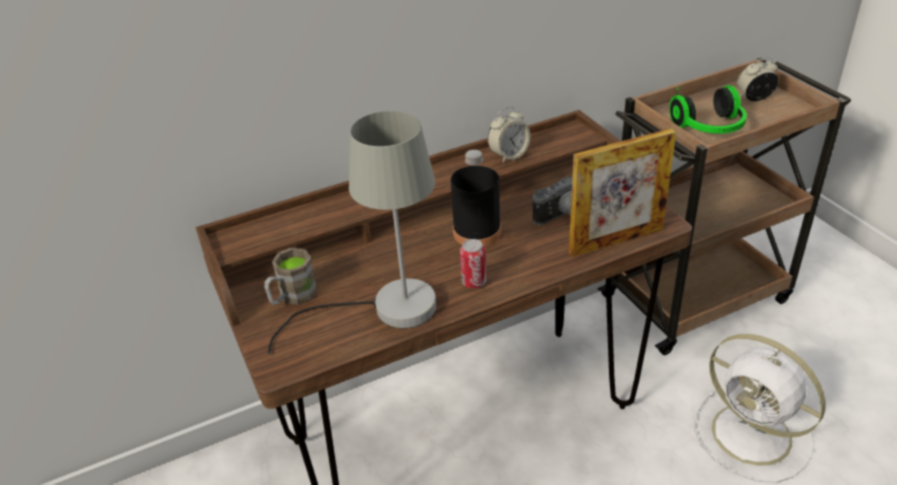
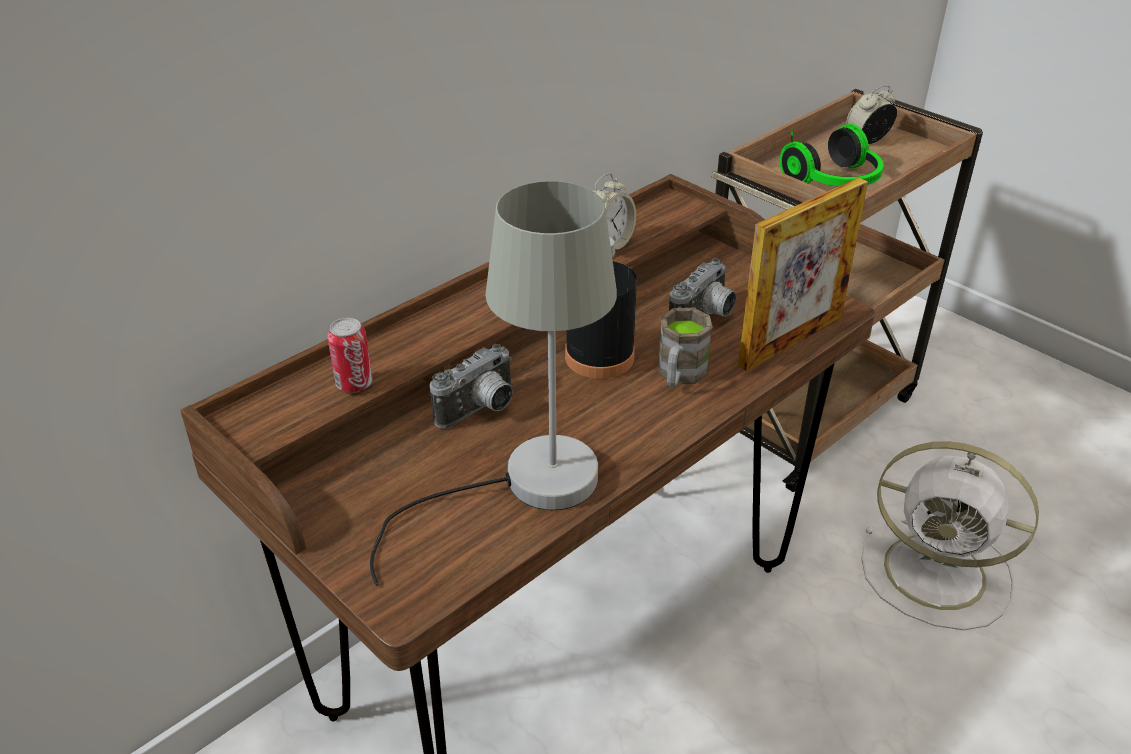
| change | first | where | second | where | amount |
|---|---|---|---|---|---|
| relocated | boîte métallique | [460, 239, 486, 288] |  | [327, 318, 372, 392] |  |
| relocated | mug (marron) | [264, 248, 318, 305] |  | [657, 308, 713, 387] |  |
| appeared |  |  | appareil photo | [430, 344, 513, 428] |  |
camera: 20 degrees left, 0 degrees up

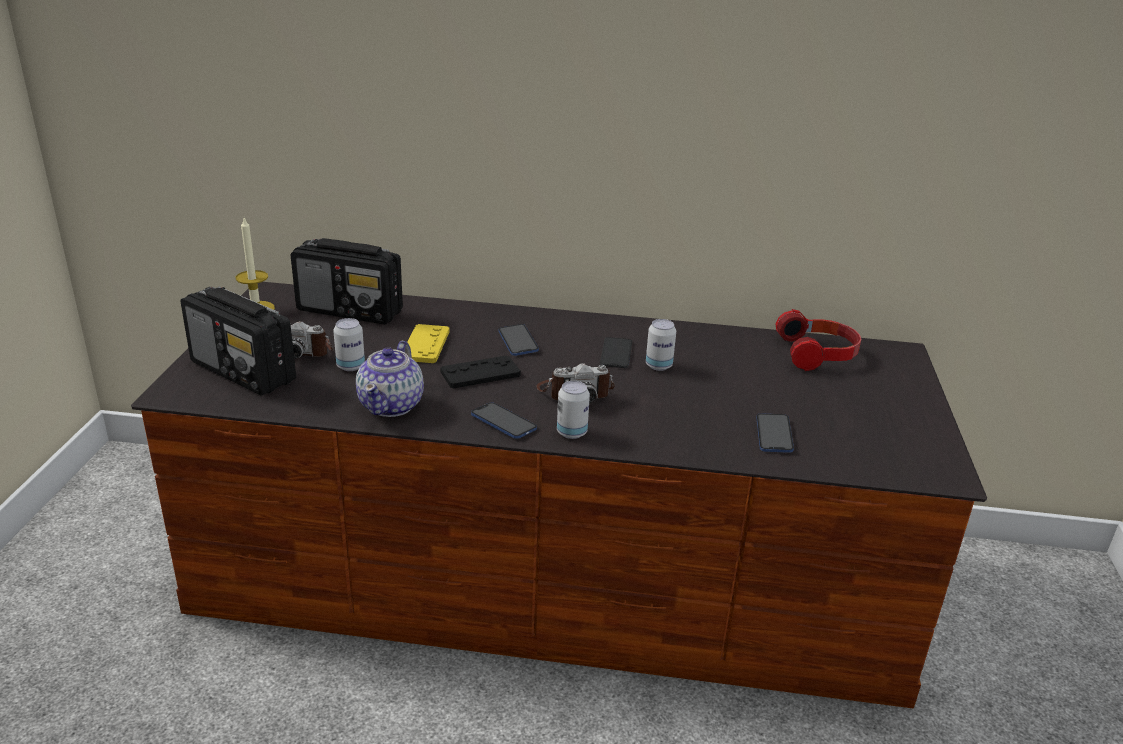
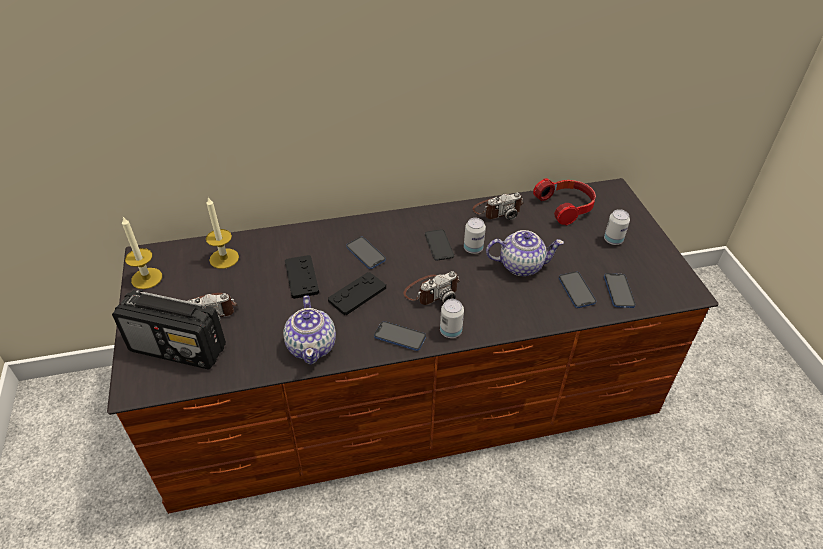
| change | first | where | second | where | amount |
|---|---|---|---|---|---|
| exchanged | radio | [291, 238, 403, 324] | bougie | [206, 197, 239, 269] |  |
| relocated | boîte métallique | [333, 318, 365, 371] |  | [604, 209, 630, 245] |  |
| colour | manette (jaune) | [407, 324, 450, 363] | manette (noir) | [285, 255, 319, 299] |  |
| appeared |  |  | appareil photo | [473, 193, 523, 220] |  |
| appeared |  |  | théière | [486, 230, 564, 276] |  |
| appeared |  |  | téléphone | [604, 273, 636, 308] |  |
camera: 20 degrees left, 15 degrees up

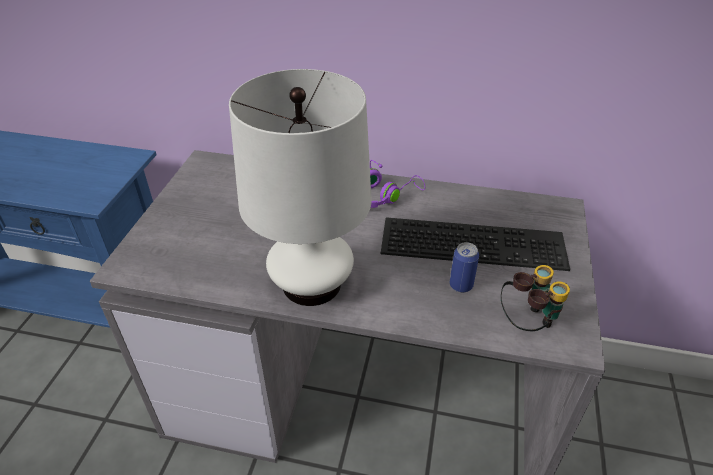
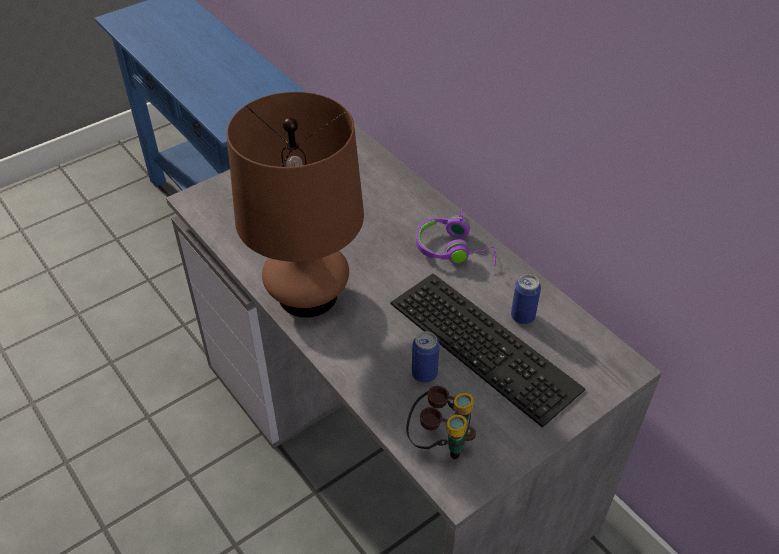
| change | first | where | second | where | amount |
|---|---|---|---|---|---|
| colour | lampe de table (blanc) | [229, 69, 372, 306] | lampe de table (marron) | [227, 92, 364, 318] |  |
| appeared |  |  | boîte métallique | [511, 274, 541, 324] |  |
camera: 40 degrees right, 5 degrees up

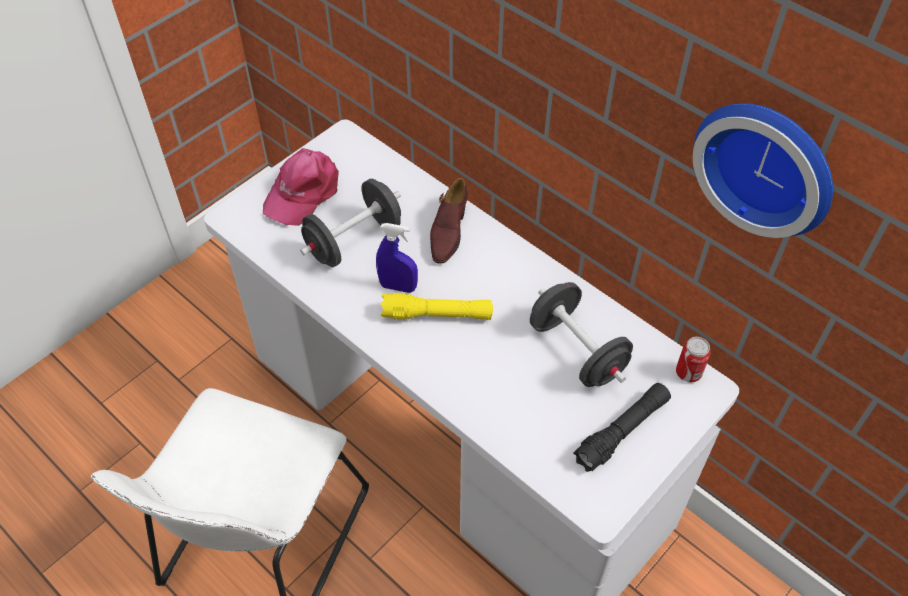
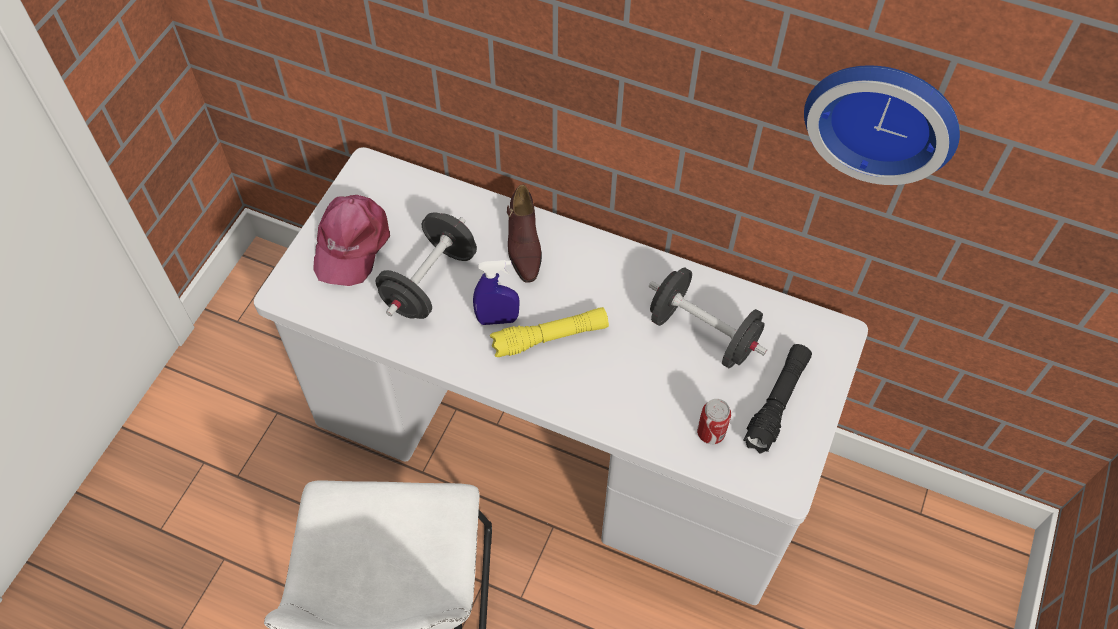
| change | first | where | second | where | amount |
|---|---|---|---|---|---|
| relocated | boîte métallique | [676, 337, 711, 382] |  | [697, 399, 731, 444] |  |
camera: 20 degrees left, 5 degrees up

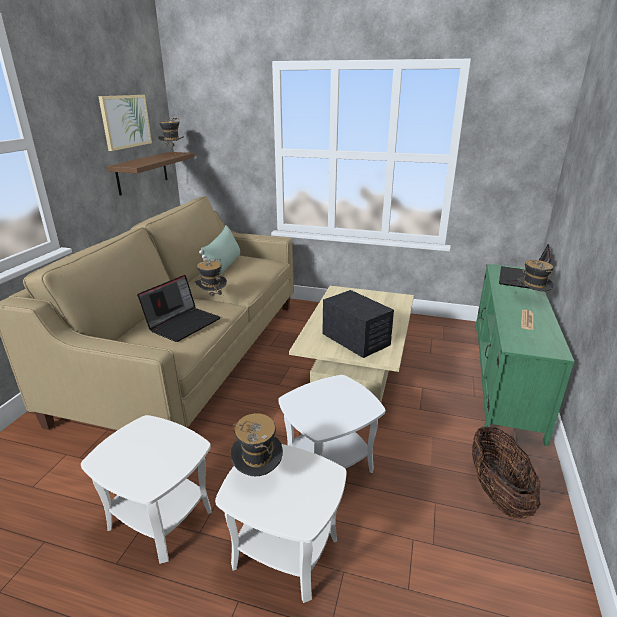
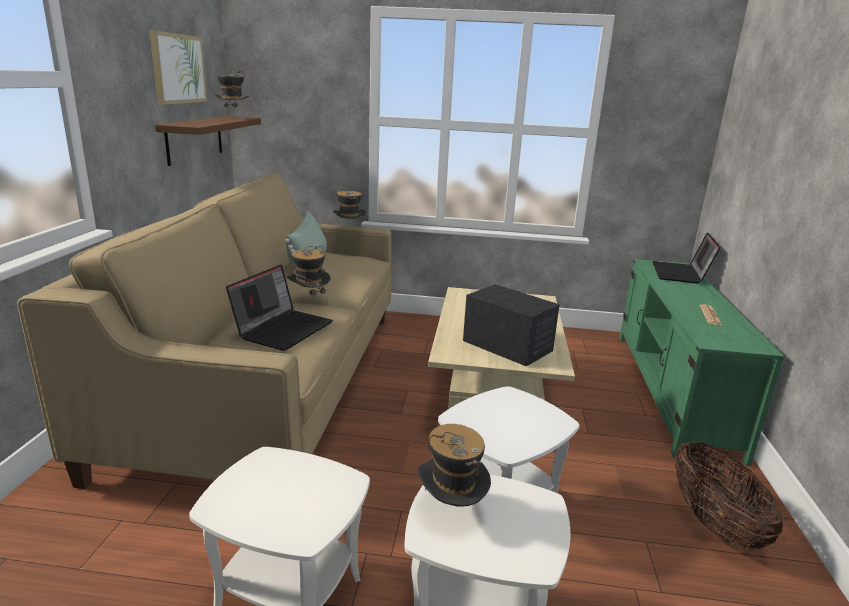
| change | first | where | second | where | amount |
|---|---|---|---|---|---|
| relocated | chapeau | [517, 260, 554, 291] |  | [333, 188, 366, 227] |  |
camera: 10 degrees left, 5 degrees down

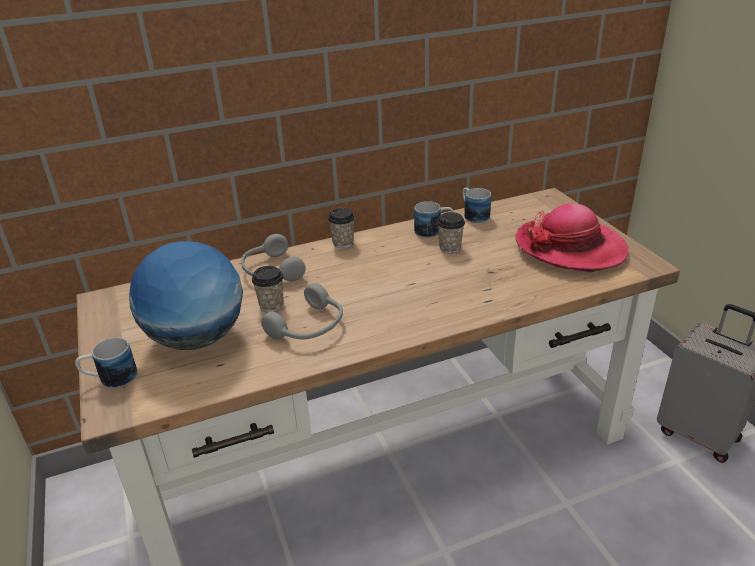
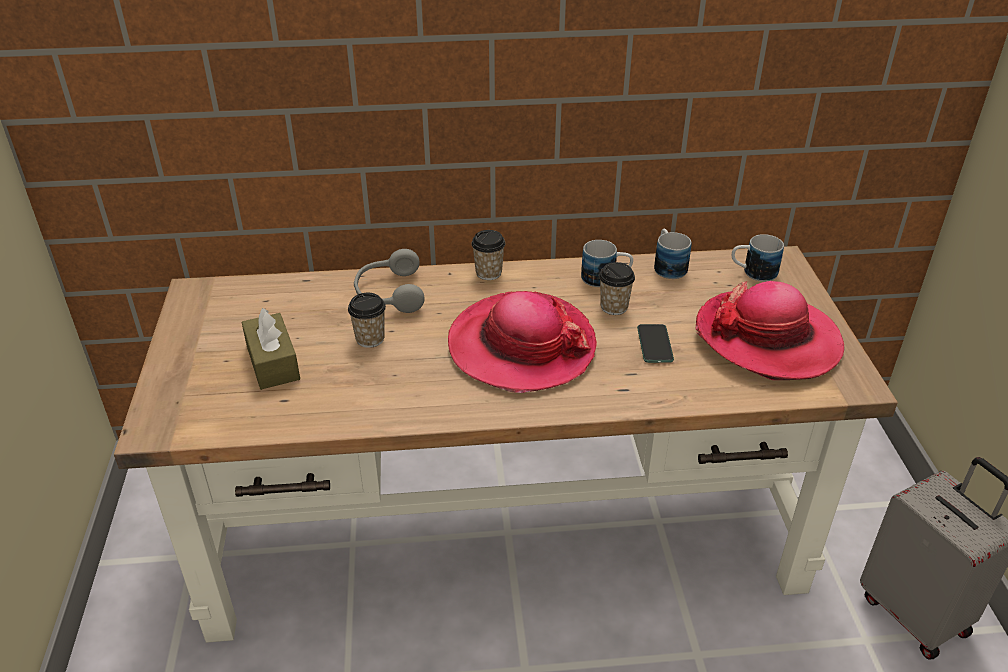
| change | first | where | second | where | amount |
|---|---|---|---|---|---|
| exchanged | globe | [129, 241, 243, 350] | boîte à mouchoirs (marron) | [241, 308, 300, 390] |  |
| missing | casque audio (gris) | [261, 283, 343, 339] |  |  |  |
| relocated | mug | [75, 337, 137, 388] |  | [732, 234, 784, 282] |  |
| appeared |  |  | chapeau | [448, 291, 597, 393] |  |
| appeared |  |  | téléphone | [637, 324, 674, 363] |  |
camera: 15 degrees right, 5 degrees up

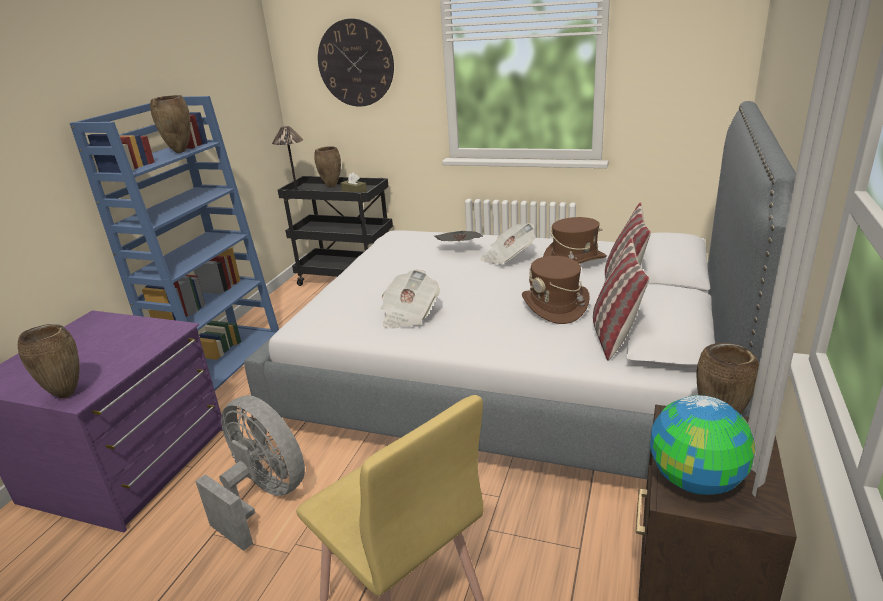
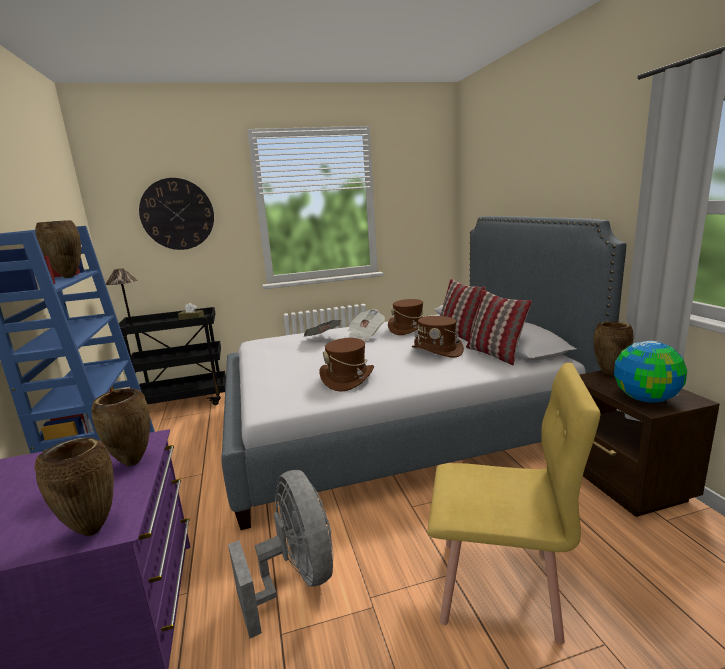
| change | first | where | second | where | amount |
|---|---|---|---|---|---|
| relocated | vase (marron) | [314, 146, 341, 188] |  | [91, 389, 150, 466] |  |
| exchanged | journal | [381, 270, 440, 329] | chapeau (marron) | [320, 338, 374, 392] |  |
| spun | ventilateur (gris) | [196, 395, 305, 551] |  | [228, 470, 333, 639] | 60 degrees clockwise |
camera: 35 degrees left, 10 degrees down

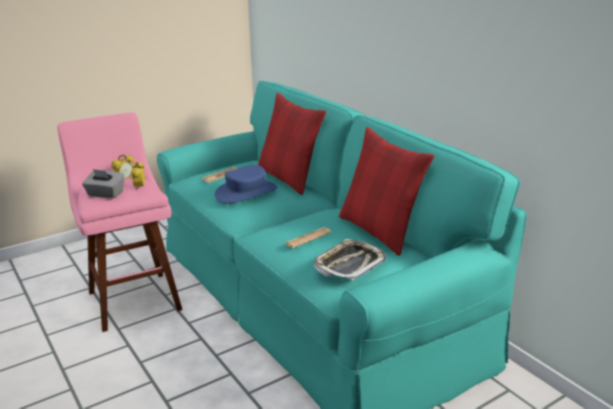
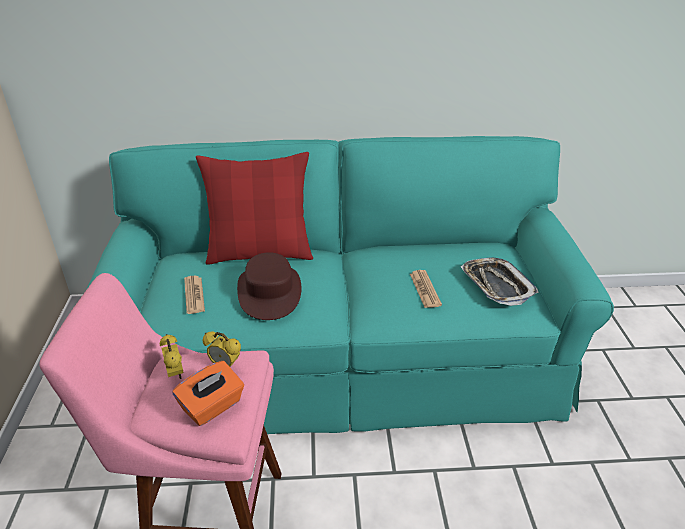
| change | first | where | second | where | amount |
|---|---|---|---|---|---|
| missing | coussin (rouge) | [339, 127, 434, 255] |  |  |  |
| colour | chapeau (bleu) | [215, 165, 277, 204] | chapeau (marron) | [237, 252, 301, 320] |  |
| colour | boîte à mouchoirs (gris) | [82, 169, 124, 198] | boîte à mouchoirs (orange) | [173, 361, 244, 426] |  |
camera: 60 degrees left, 10 degrees up

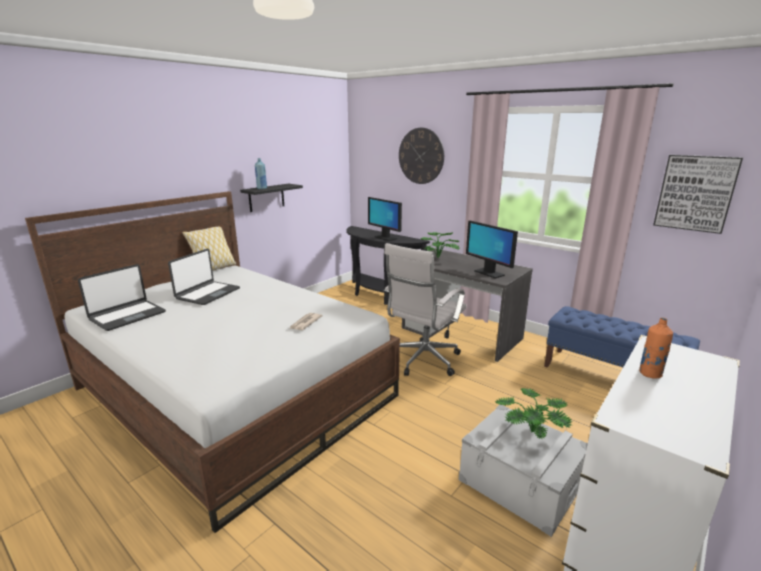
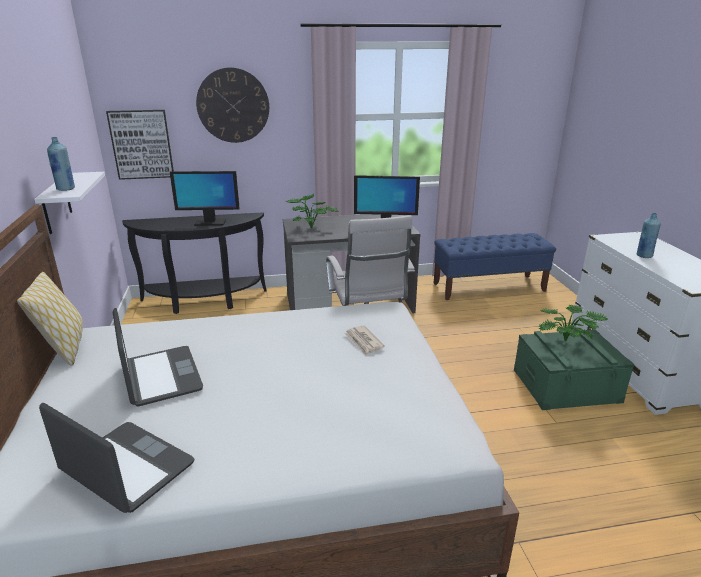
| change | first | where | second | where | amount |
|---|---|---|---|---|---|
| relocated | tableau | [653, 155, 743, 234] |  | [106, 110, 174, 180] |  |
| colour | étagère (noir) | [240, 184, 303, 212] | étagère (blanc) | [34, 172, 105, 234] |  |
| spun | ordinateur portable | [78, 264, 166, 331] |  | [39, 403, 194, 513] | 45 degrees counterclockwise |
| colour | bouteille (orange) | [639, 317, 673, 379] | bouteille (bleu) | [637, 213, 661, 258] |  |
| colour | boîte de rangement (gris) | [459, 405, 588, 537] | boîte de rangement (vert) | [514, 328, 635, 410] |  |
camera: 50 degrees left, 5 degrees up

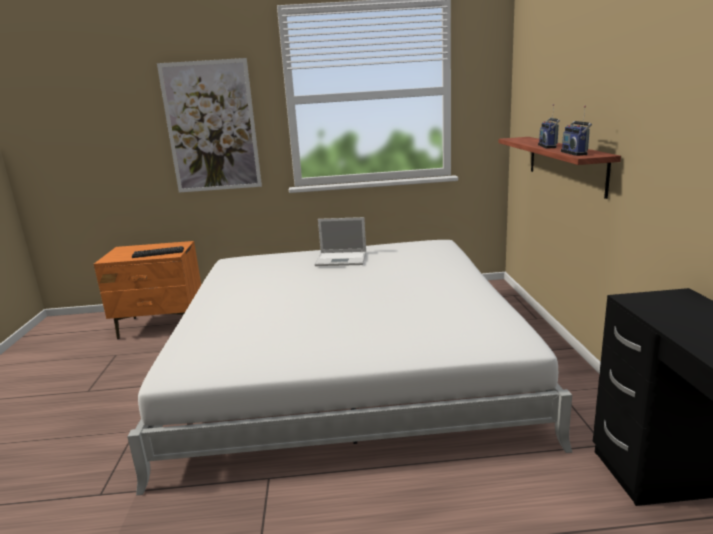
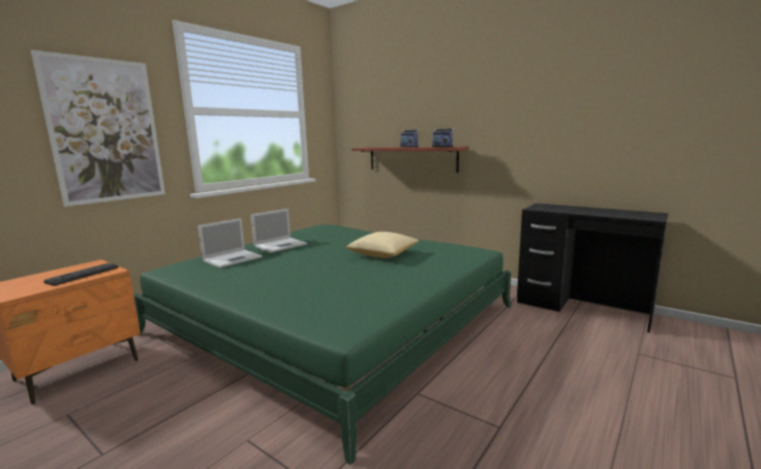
| change | first | where | second | where | amount |
|---|---|---|---|---|---|
| colour | lit (blanc) | [127, 240, 572, 495] | lit (vert) | [134, 224, 511, 465] |  |
| appeared |  |  | ordinateur portable | [198, 218, 262, 268] |  |
| appeared |  |  | coussin | [346, 232, 419, 258] |  |
camera: 50 degrees left, 5 degrees down

